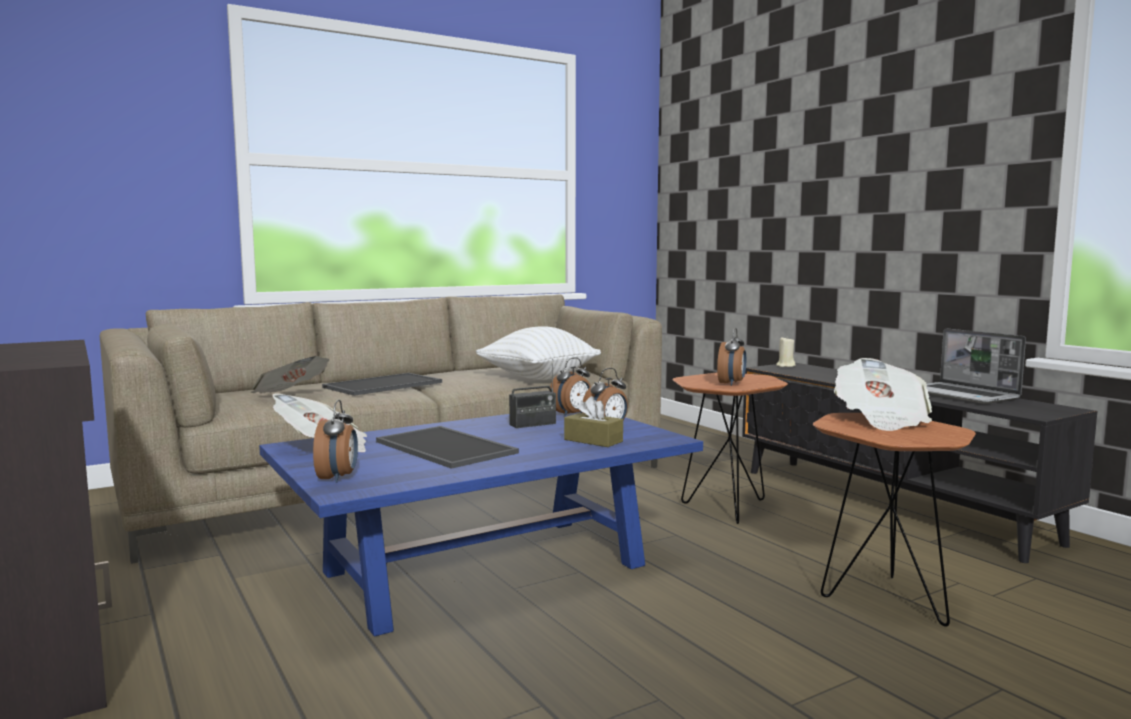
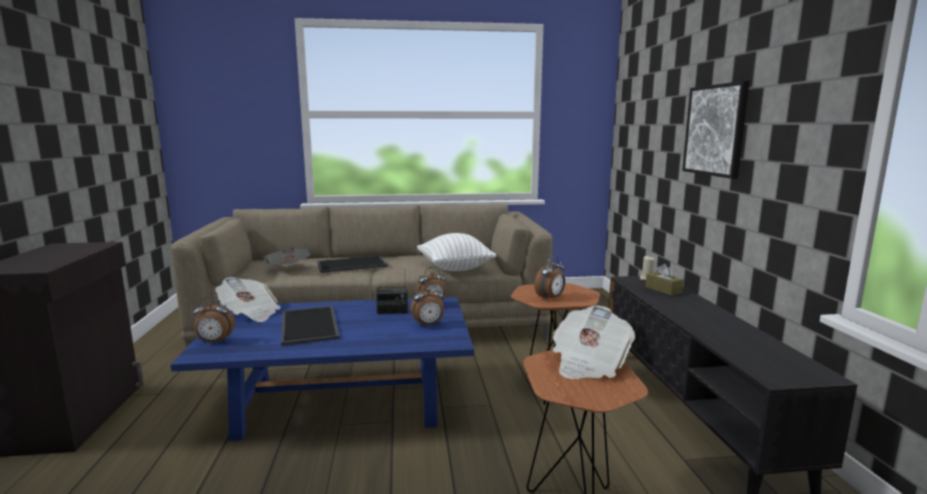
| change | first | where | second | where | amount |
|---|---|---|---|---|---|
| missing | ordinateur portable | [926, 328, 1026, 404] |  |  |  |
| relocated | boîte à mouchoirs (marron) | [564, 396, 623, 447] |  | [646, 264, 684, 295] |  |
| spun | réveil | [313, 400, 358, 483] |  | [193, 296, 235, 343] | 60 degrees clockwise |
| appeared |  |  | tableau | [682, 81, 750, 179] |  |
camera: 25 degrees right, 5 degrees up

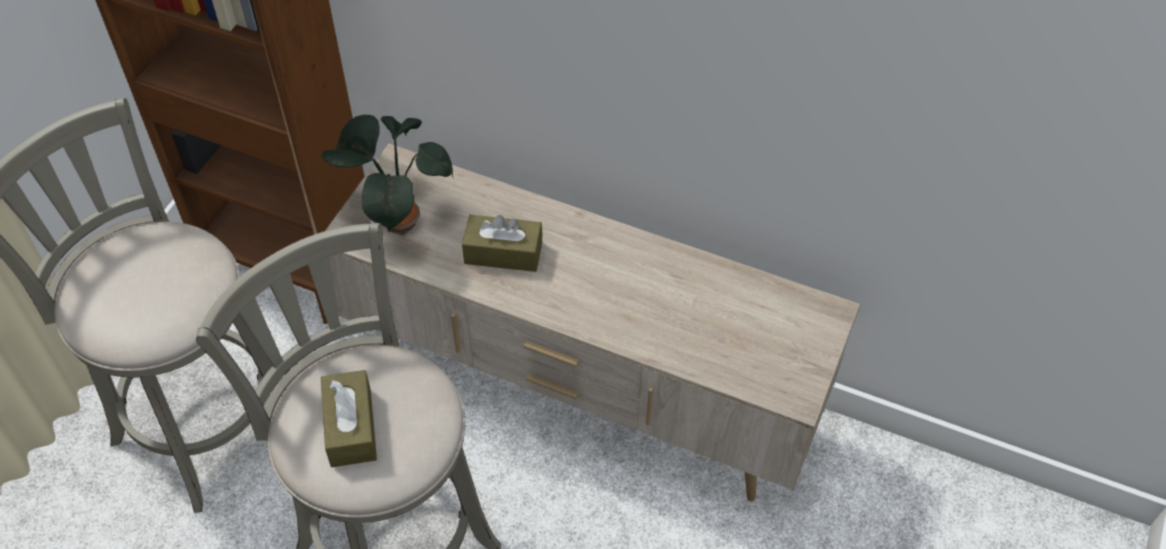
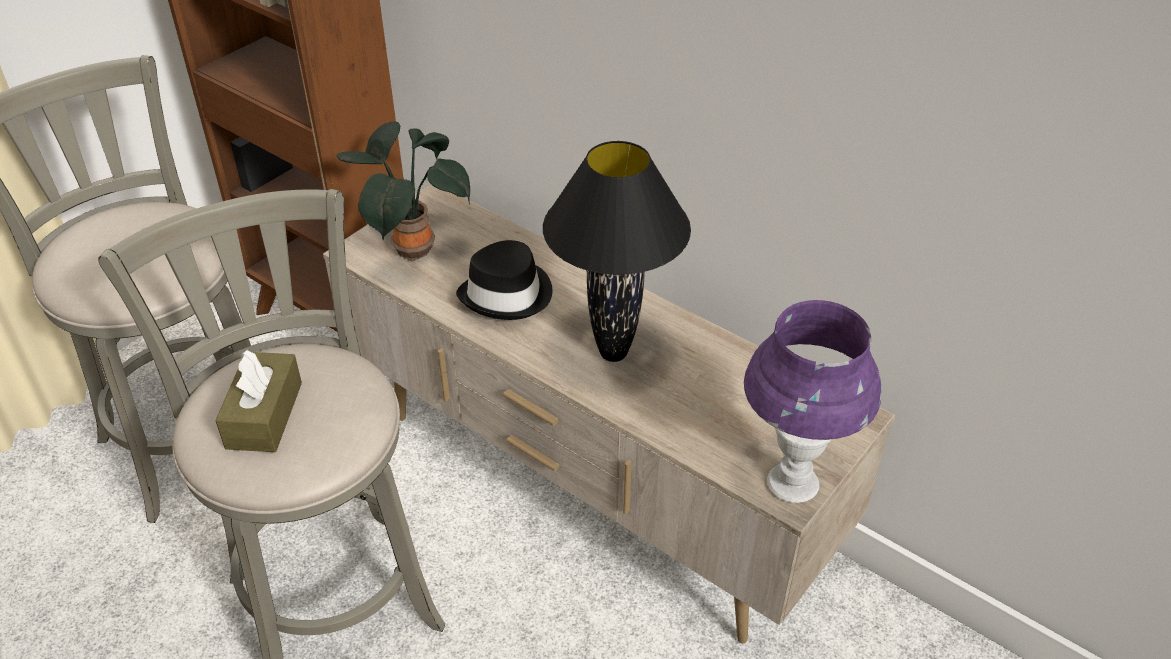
| change | first | where | second | where | amount |
|---|---|---|---|---|---|
| exchanged | boîte à mouchoirs (marron) | [462, 215, 543, 272] | chapeau (noir) | [456, 240, 552, 320] |  |
| appeared |  |  | lampe de table (noir) | [543, 141, 691, 362] |  |
| appeared |  |  | lampe de table (violet) | [744, 300, 881, 503] |  |
camera: 15 degrees right, 10 degrees down

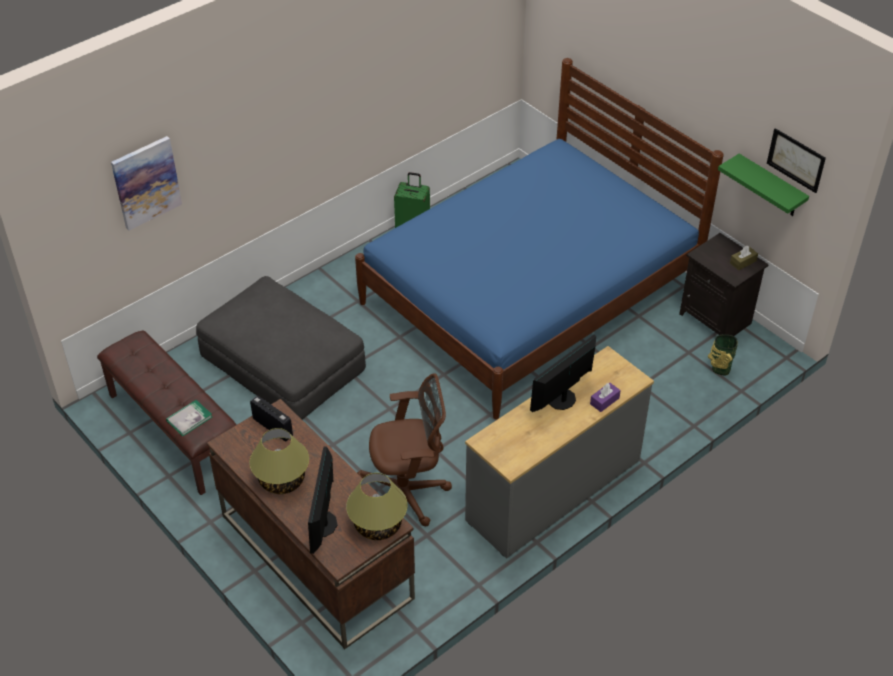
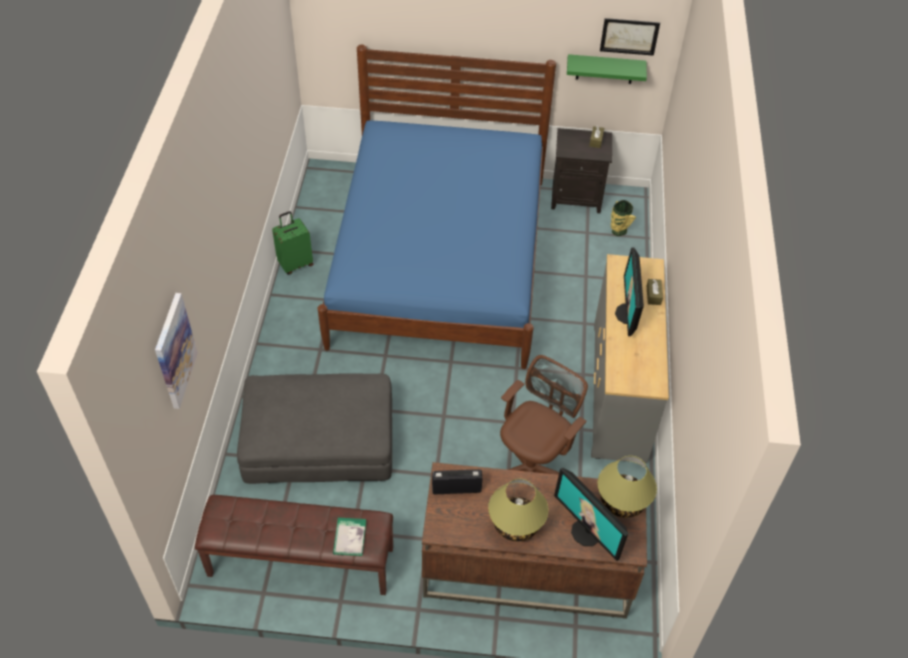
| change | first | where | second | where | amount |
|---|---|---|---|---|---|
| colour | boîte à mouchoirs (violet) | [590, 382, 621, 412] | boîte à mouchoirs (marron) | [647, 279, 663, 305] |  |
camera: 45 degrees left, 5 degrees up

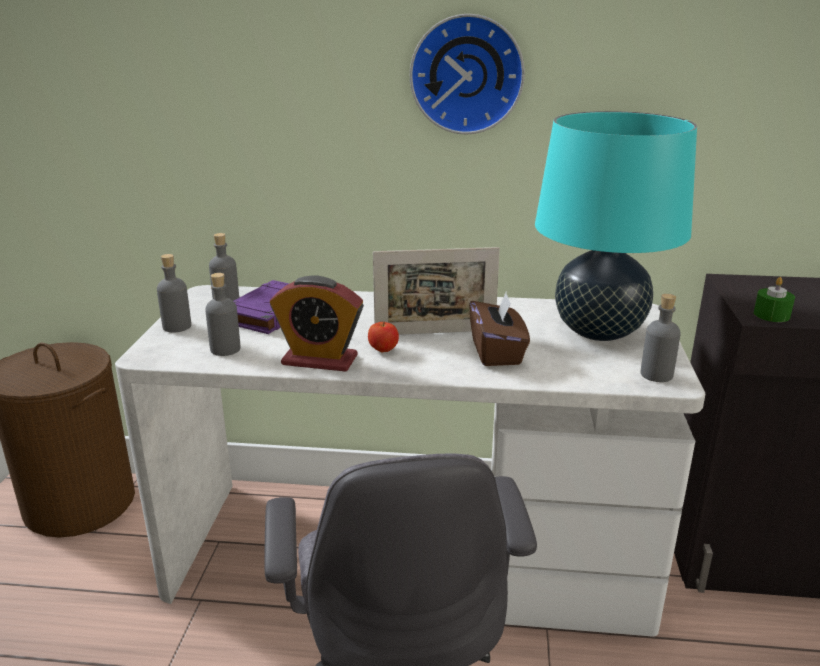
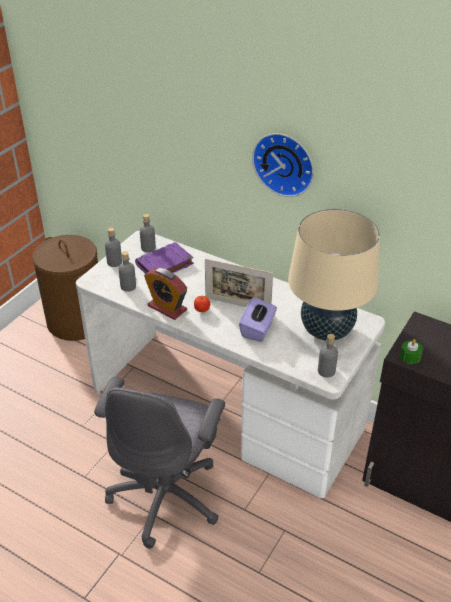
| change | first | where | second | where | amount |
|---|---|---|---|---|---|
| colour | lampe de table (turquoise) | [535, 111, 697, 341] | lampe de table (beige) | [288, 209, 380, 341] |  |
| colour | boîte à mouchoirs (marron) | [469, 291, 530, 366] | boîte à mouchoirs (violet) | [239, 297, 277, 342] |  |
camera: 25 degrees right, 15 degrees up

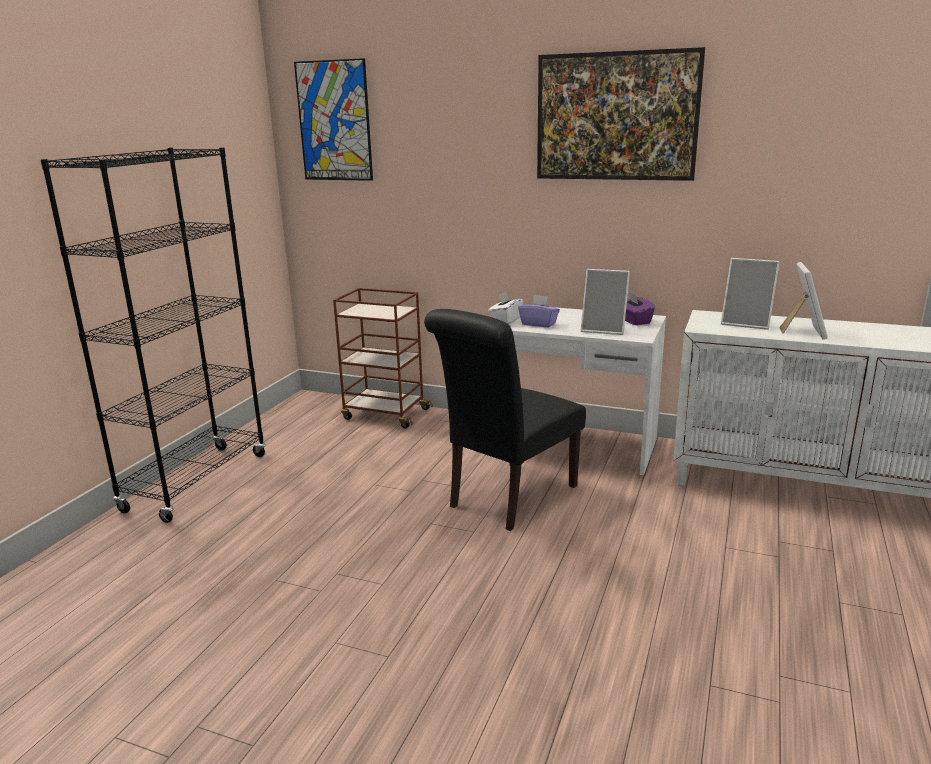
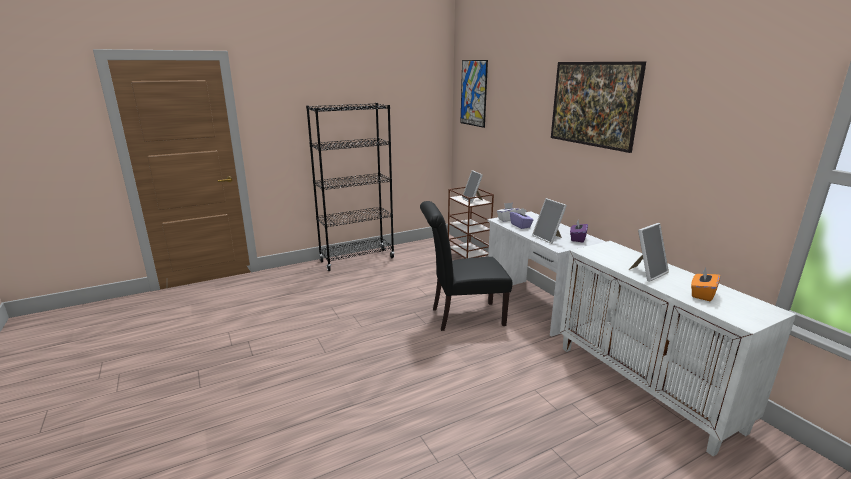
| change | first | where | second | where | amount |
|---|---|---|---|---|---|
| relocated | cadre photo | [721, 258, 780, 330] |  | [462, 170, 483, 204] |  |
| appeared |  |  | boîte à mouchoirs (orange) | [691, 267, 720, 301] |  |
camera: 40 degrees right, 0 degrees up

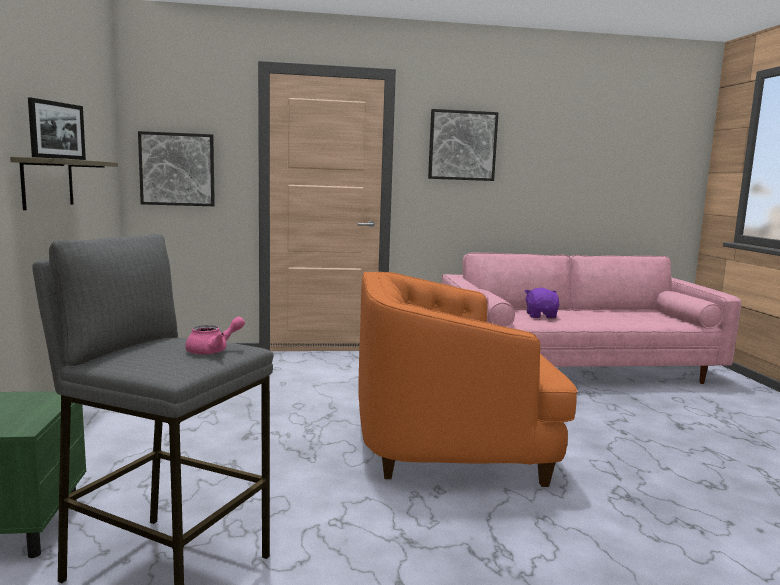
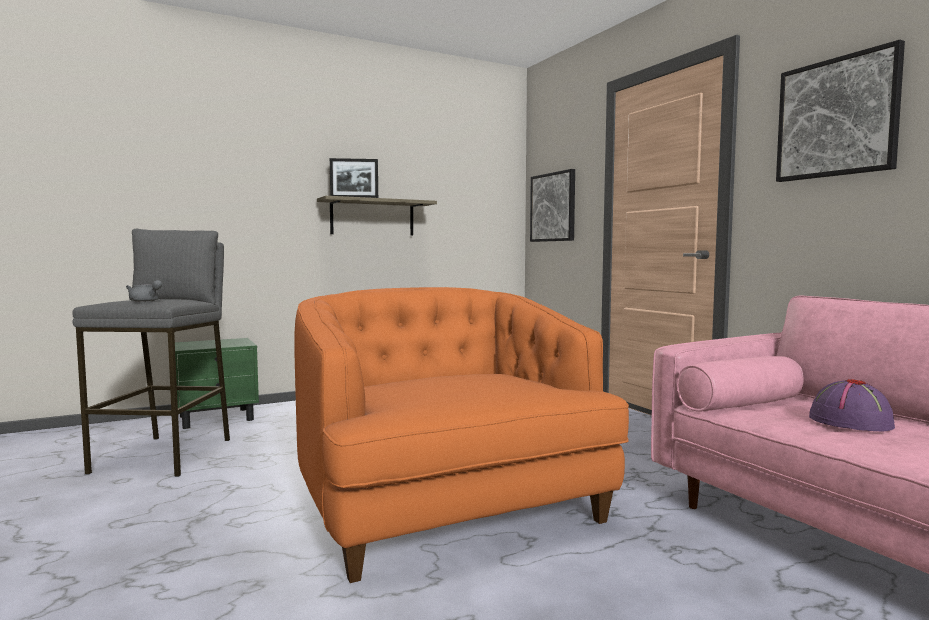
| change | first | where | second | where | amount |
|---|---|---|---|---|---|
| exchanged | peluche (violet) | [525, 288, 560, 319] | chapeau (violet) | [809, 379, 895, 431] |  |
| colour | théière (rose) | [185, 317, 245, 355] | théière (gris) | [126, 280, 162, 302] |  |
camera: 70 degrees right, 5 degrees down

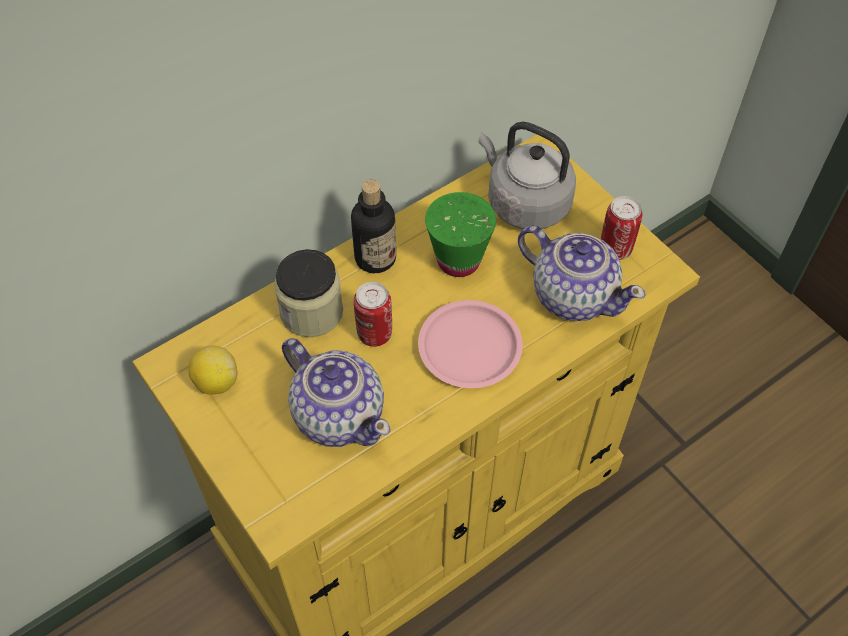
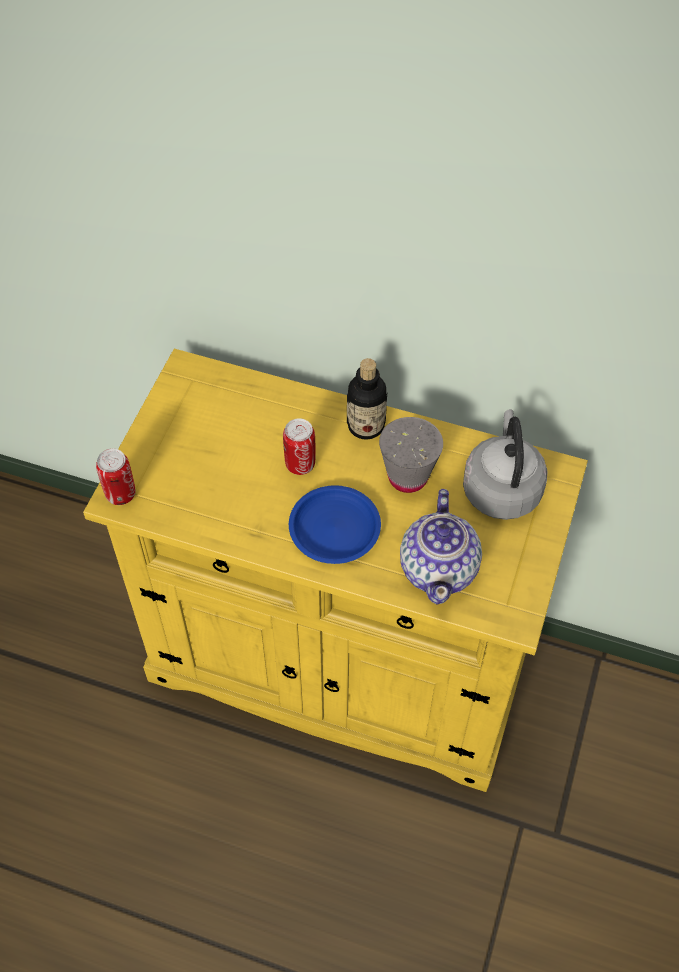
| change | first | where | second | where | amount |
|---|---|---|---|---|---|
| colour | tasse (vert) | [425, 192, 496, 277] | tasse (gris) | [379, 417, 443, 493] |  |
| relocated | boîte métallique | [601, 196, 642, 260] |  | [96, 449, 135, 505] |  |
| missing | bocal | [274, 249, 343, 337] |  |  |  |
| colour | assiette (rose) | [418, 300, 523, 388] | assiette (bleu) | [289, 485, 381, 564] |  |
| missing | théière | [282, 338, 390, 447] |  |  |  |
| missing | citron | [188, 345, 238, 394] |  |  |  |
camera: 55 degrees right, 0 degrees up

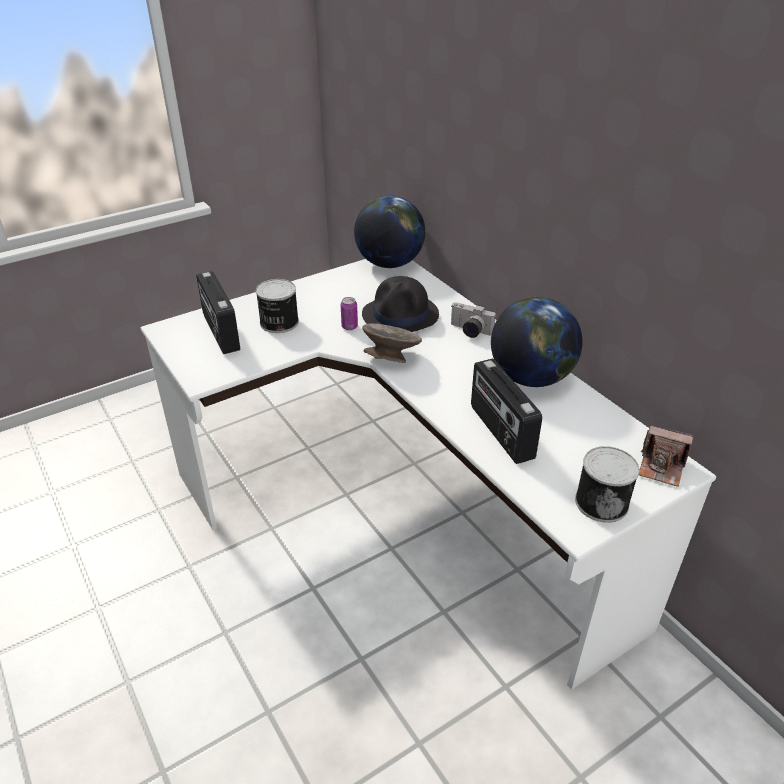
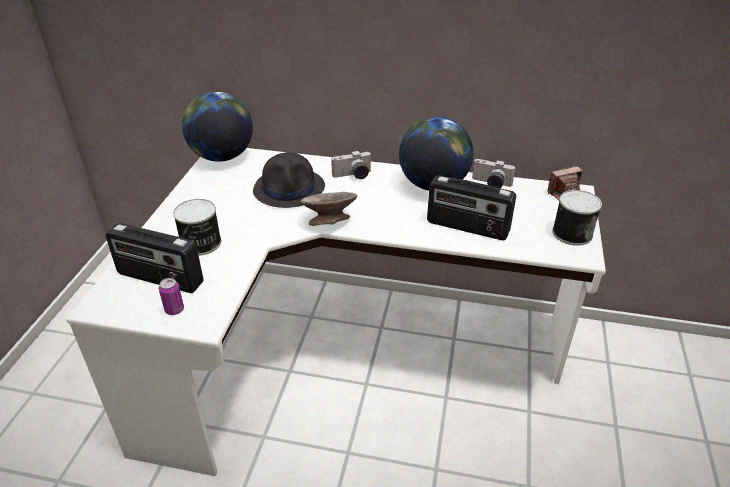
| change | first | where | second | where | amount |
|---|---|---|---|---|---|
| relocated | boîte métallique | [341, 297, 358, 330] |  | [159, 278, 184, 315] |  |
| appeared |  |  | appareil photo | [472, 159, 516, 188] |  |
camera: 45 degrees left, 0 degrees up

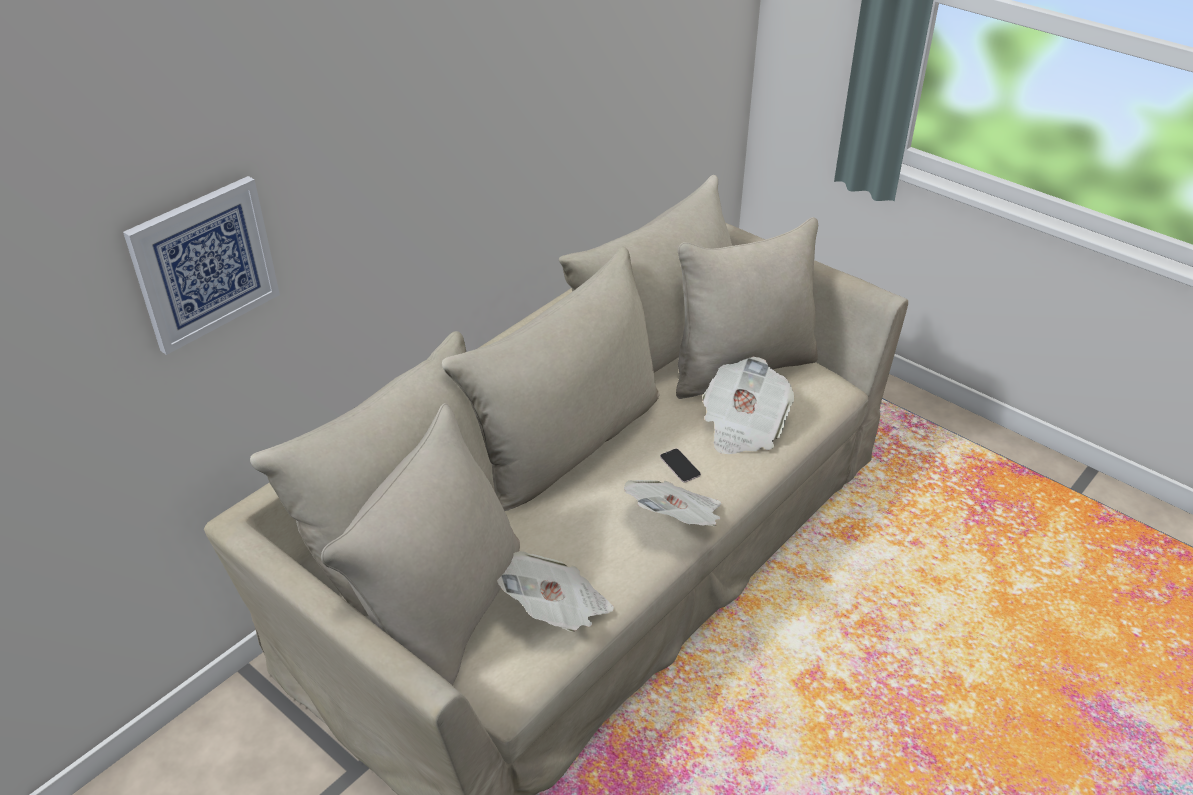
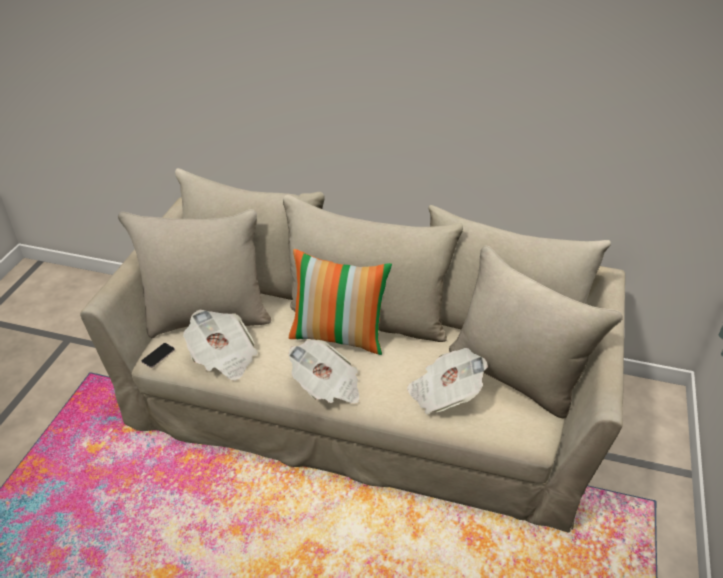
| change | first | where | second | where | amount |
|---|---|---|---|---|---|
| missing | tableau | [123, 176, 280, 355] |  |  |  |
| relocated | téléphone | [660, 448, 701, 483] |  | [141, 343, 175, 368] |  |
| appeared |  |  | coussin | [289, 249, 392, 355] |  |
camera: 65 degrees right, 0 degrees up

